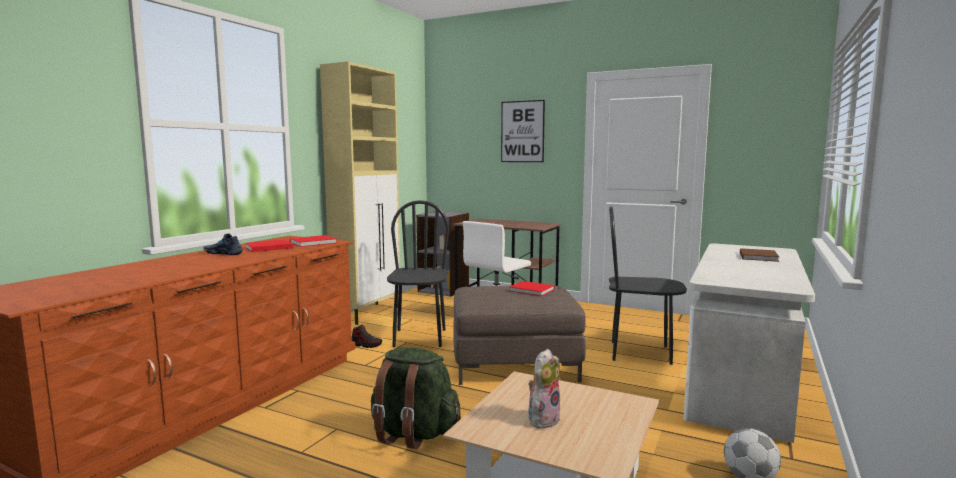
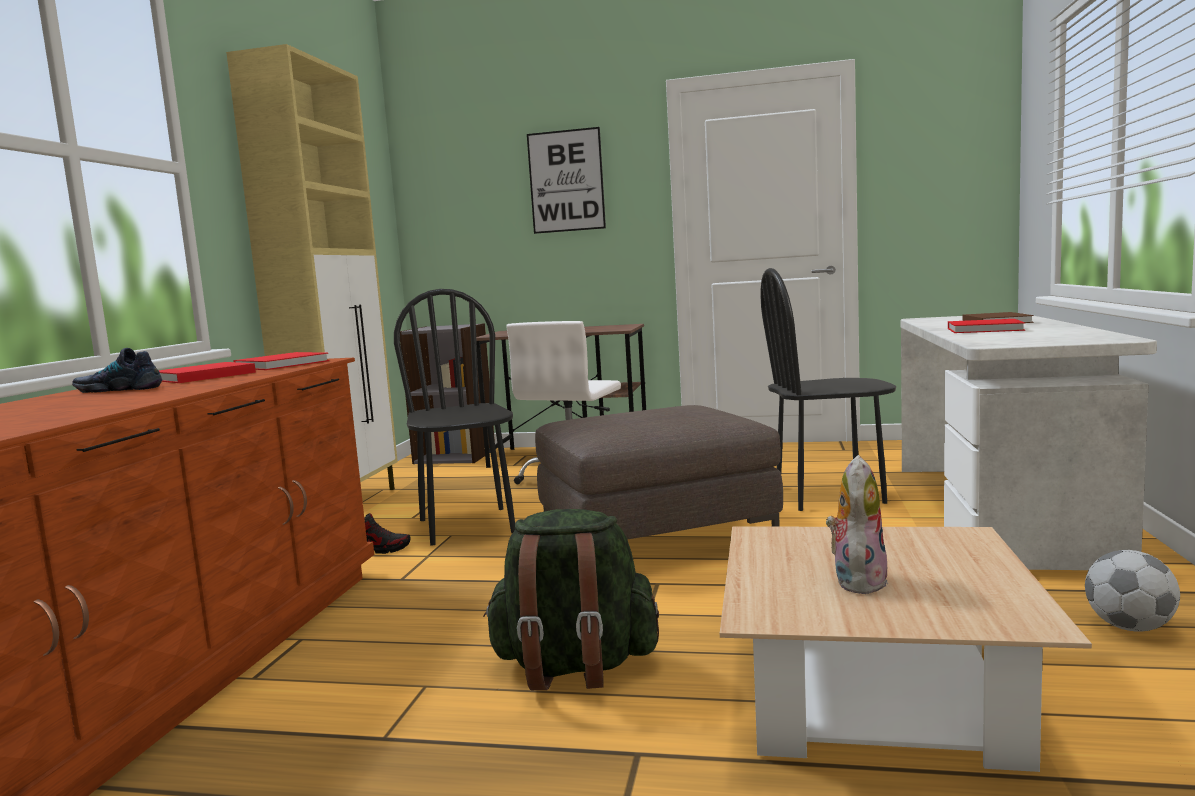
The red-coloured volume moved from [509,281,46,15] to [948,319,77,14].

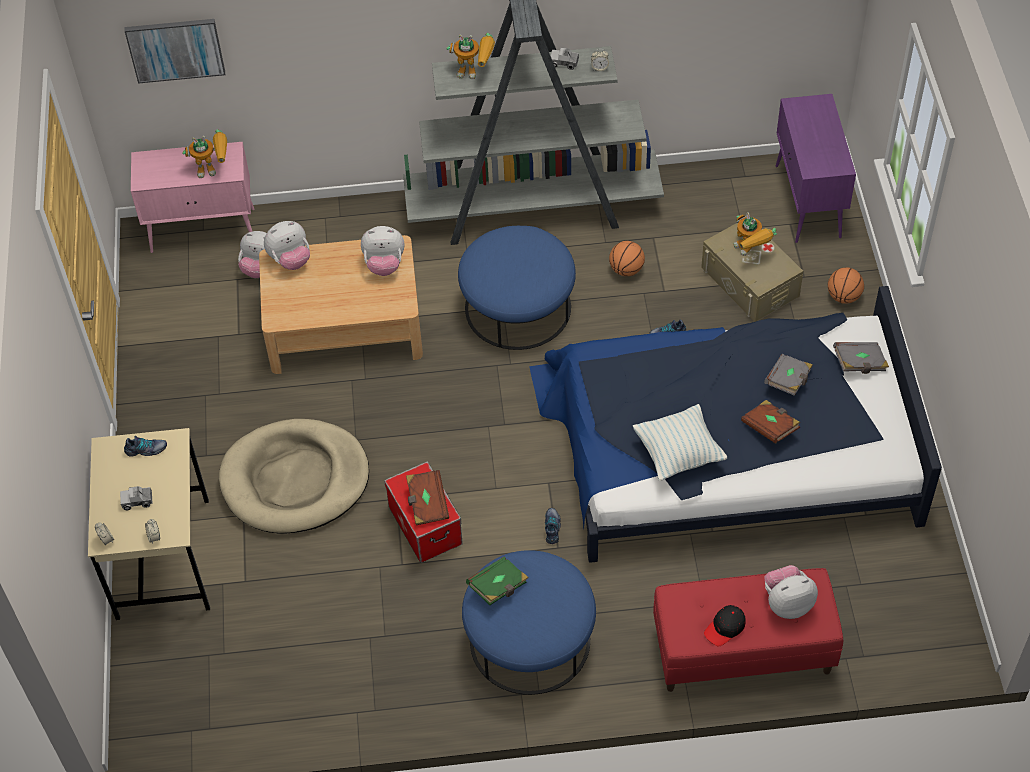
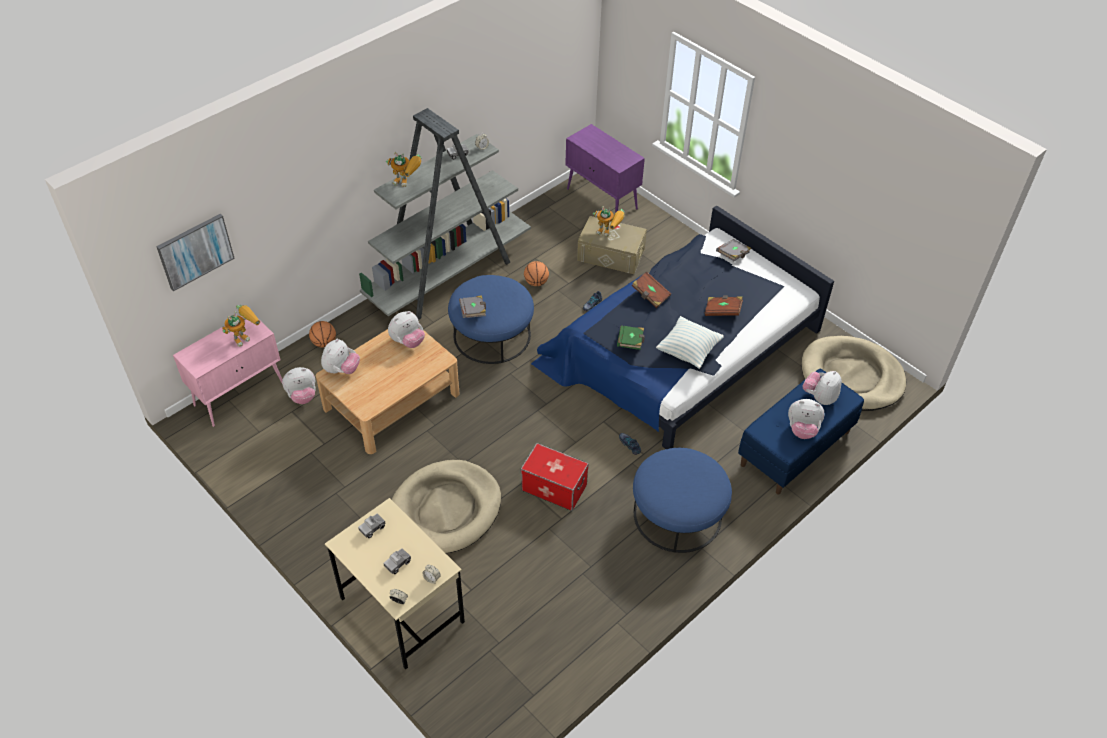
The beige-coloured dog cushion at [801,336,105,75] appeared.
The brown volume moved from [406,470,43,55] to [632,271,39,37].
The green volume moved from [466,557,63,48] to [617,326,28,24].
The greyish volume moved from [764,354,49,42] to [459,295,27,23].
The ball for basketball moved from [828,268,36,36] to [309,321,27,27].
The shoe at [124,436,43,21] was replaced by the toy truck at [358,514,28,24].
The blackish peaked cap at [704,605,42,41] was replaced by the plush toy at [788,399,37,40].
The red-coloured long seat at [653,568,190,124] became the bluish long seat at [738,369,126,125].
The toy robot at [446,33,49,46] turned 45 degrees clockwise.

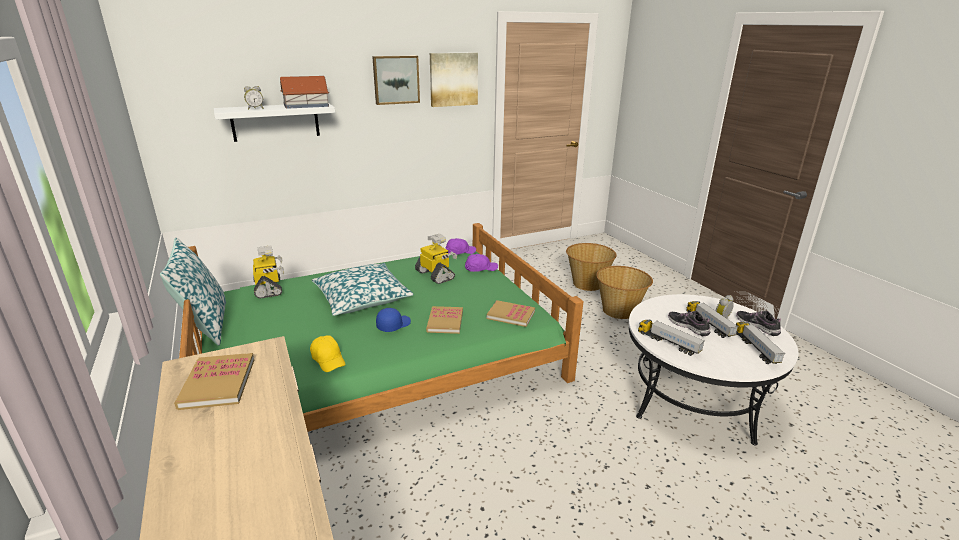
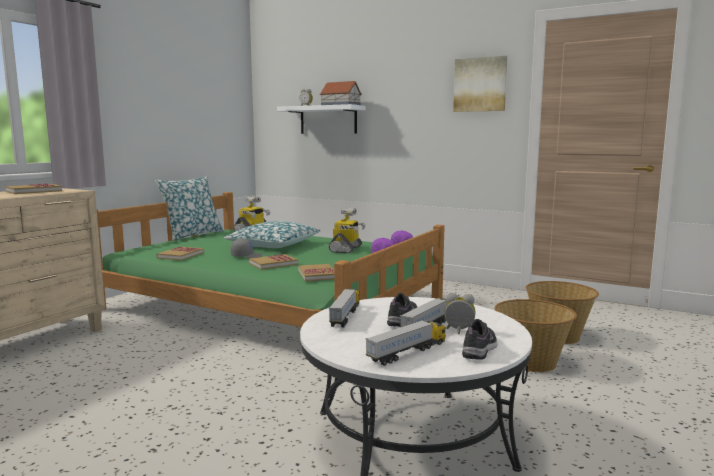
The wall art at [372,56,48,49] disappeared.
The yellow peaked cap at [310,335,36,37] was replaced by the volume at [157,247,47,13].
The bluish peaked cap at [376,308,35,24] became the greyish peaked cap at [231,238,32,20].

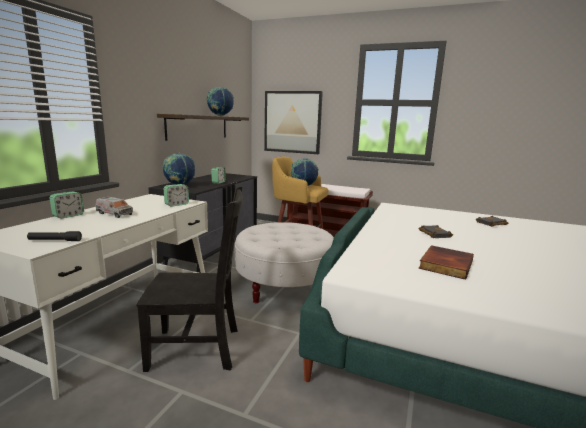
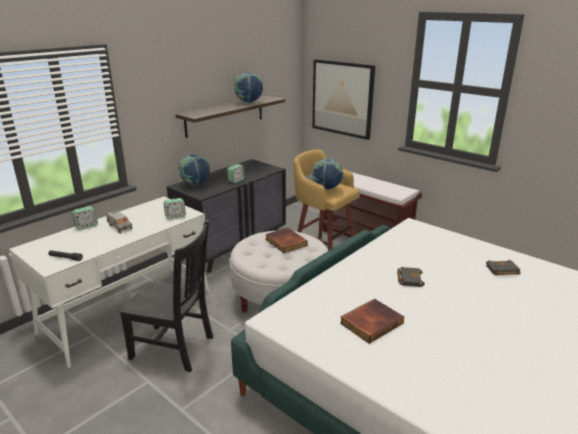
The volume at [265,228,42,25] appeared.

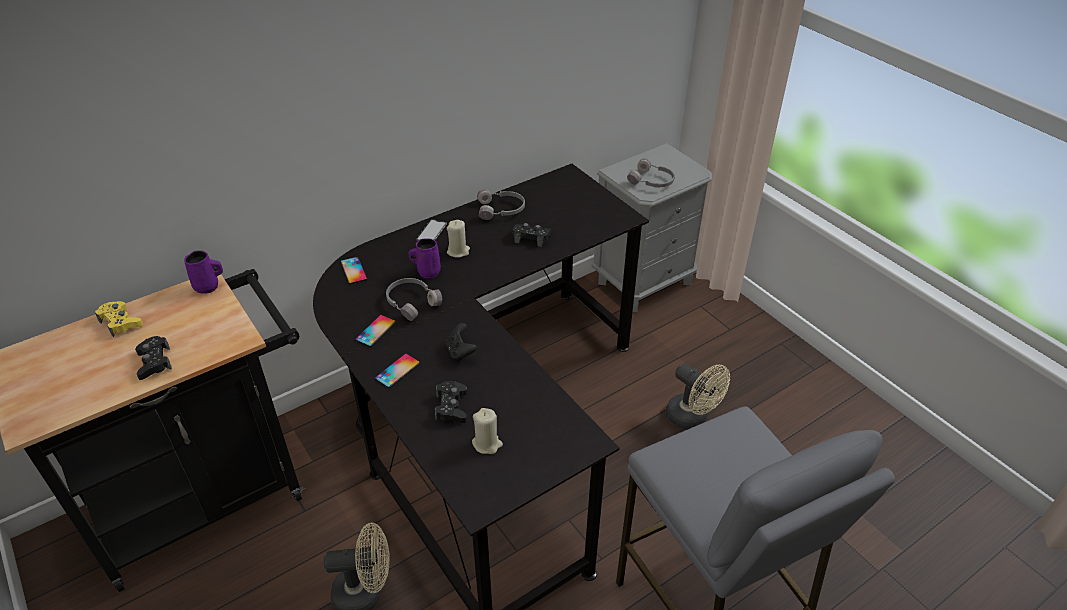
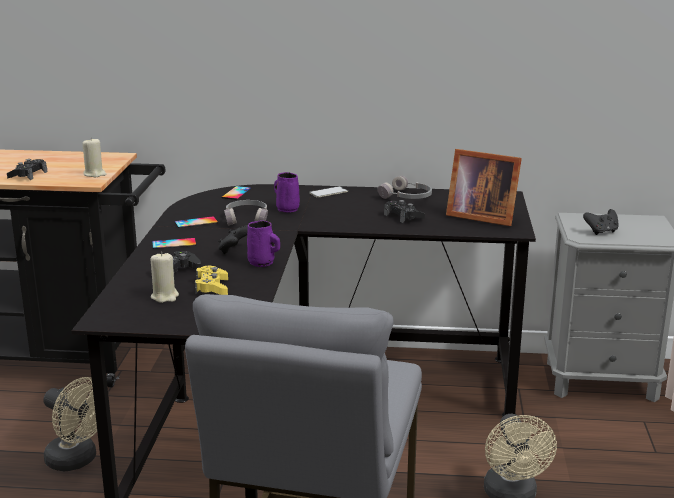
The photo frame at [446,149,76,77] appeared.
The yellow game controller moved from [95,301,48,36] to [195,266,33,29].
The purplish mug moved from [184,250,39,44] to [247,220,33,47].
The beige-coloured candle moved from [447,220,23,38] to [82,138,25,39].
The greyish headphones at [627,158,48,29] was replaced by the blackish game controller at [583,209,36,26].

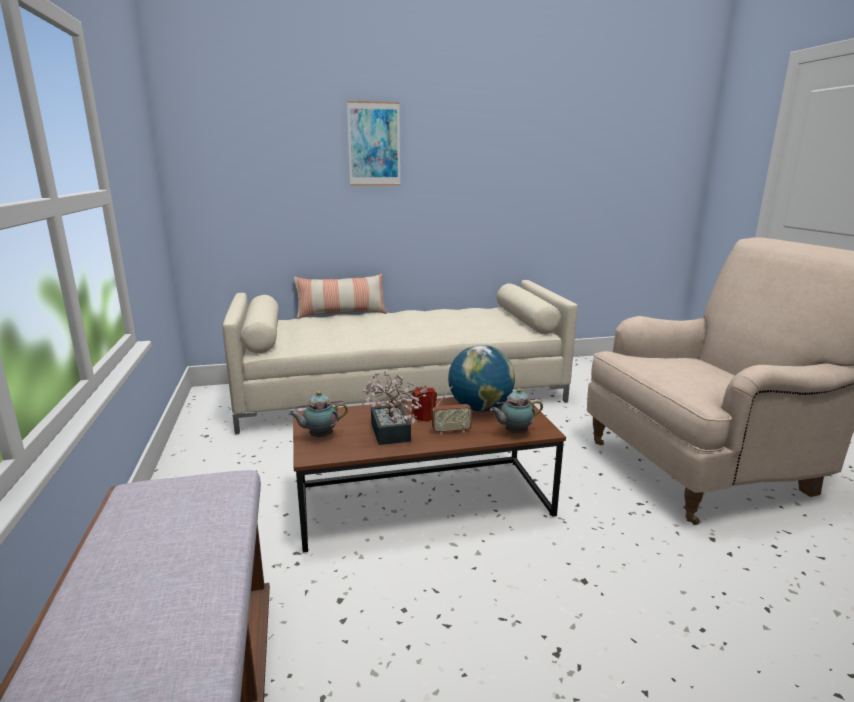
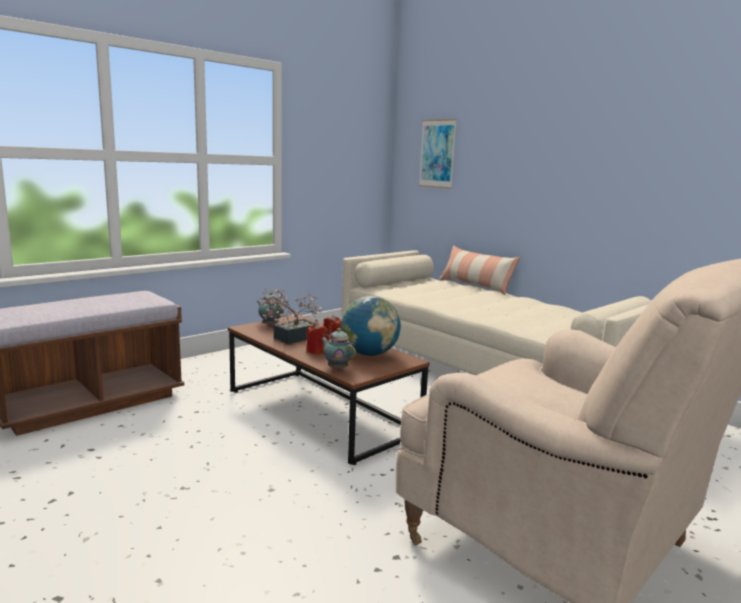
The wall art moved from [347,101,54,85] to [419,119,38,70].
The radio set at [432,386,40,48] was replaced by the red-coloured candle at [306,323,22,32].

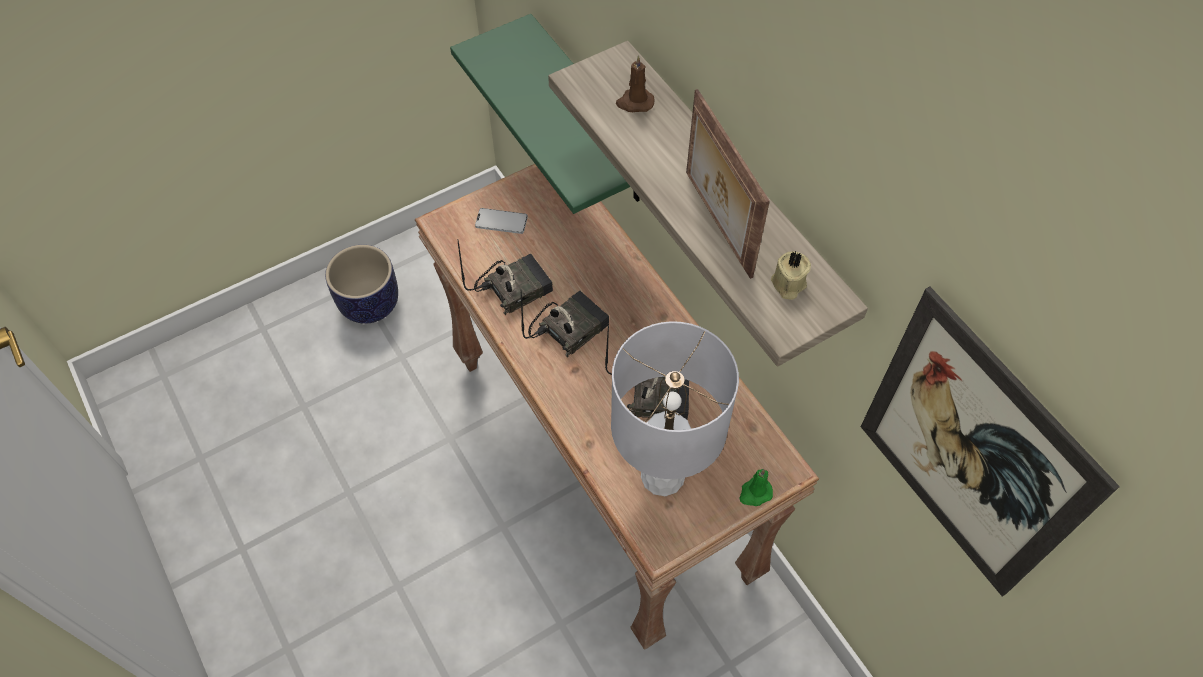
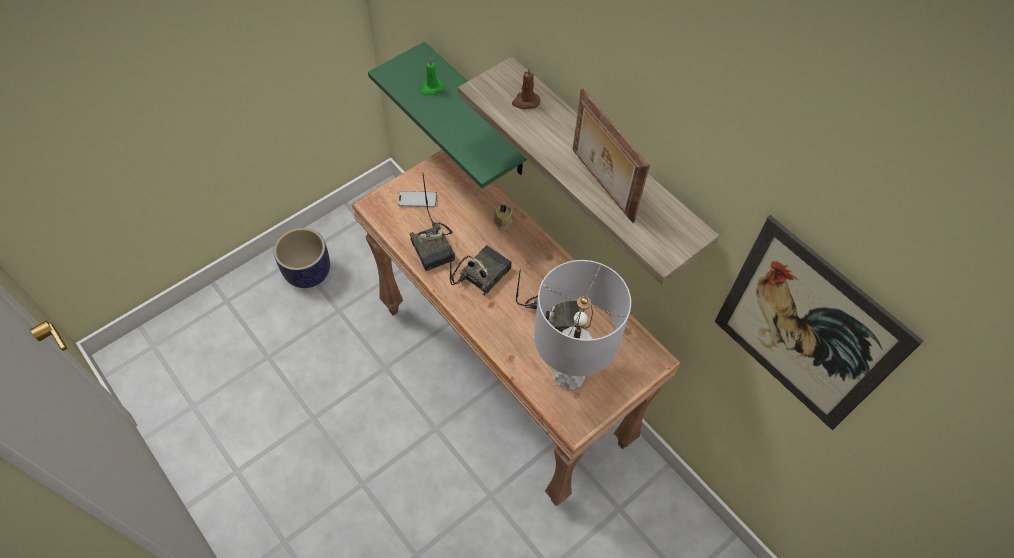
The green candle moved from [739,469,34,37] to [421,59,23,37].
The beige-coloured candle moved from [771,251,40,49] to [493,204,19,26].
The radio set at [457,239,96,76] turned 105 degrees clockwise.

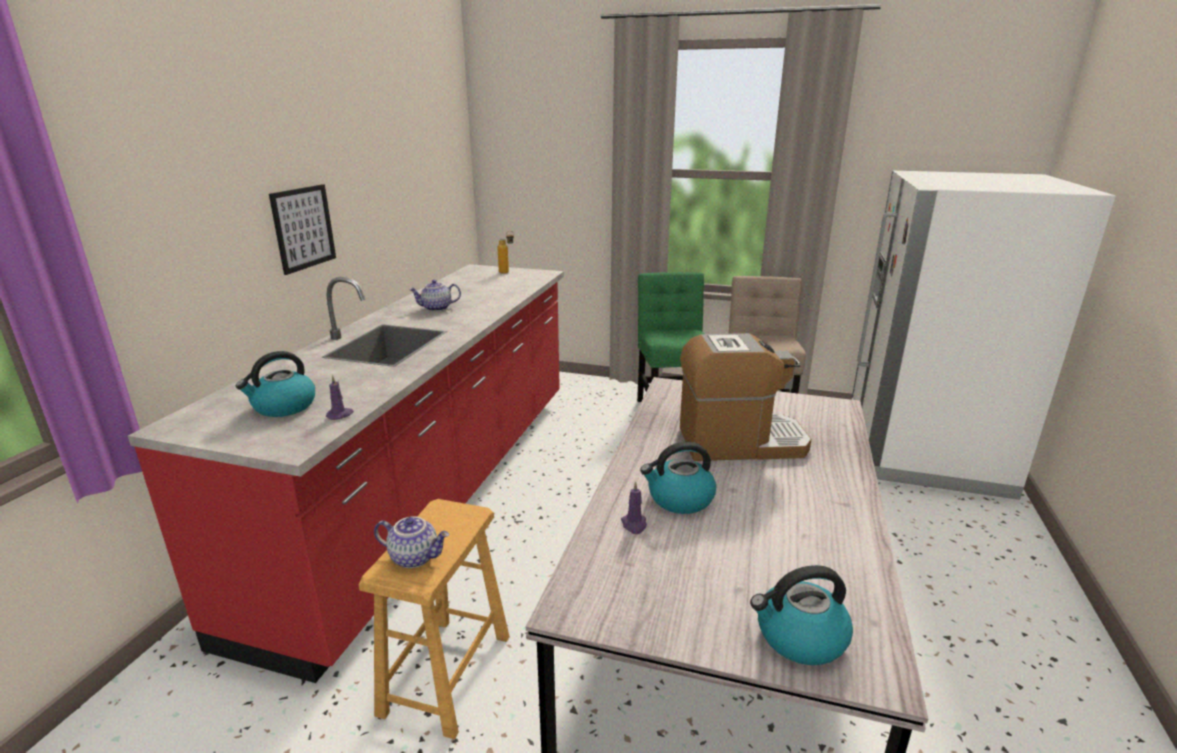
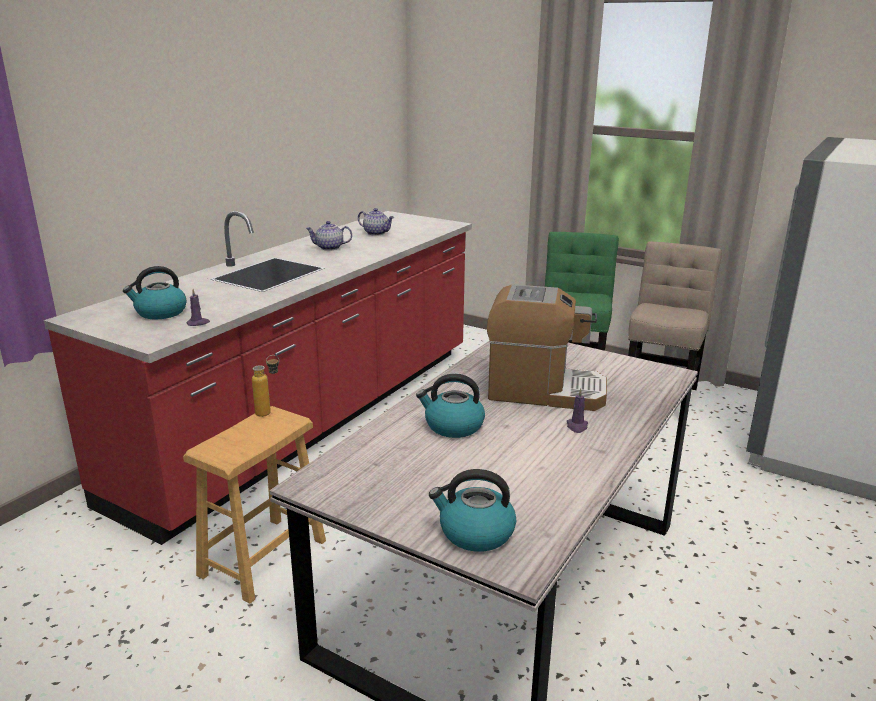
The wall art at [269,184,67,91] disappeared.
The pot for tea moved from [374,516,75,52] to [358,208,36,28].
The bottle moved from [498,231,16,43] to [252,355,27,62].
The purplish candle moved from [621,482,26,52] to [567,389,21,44].

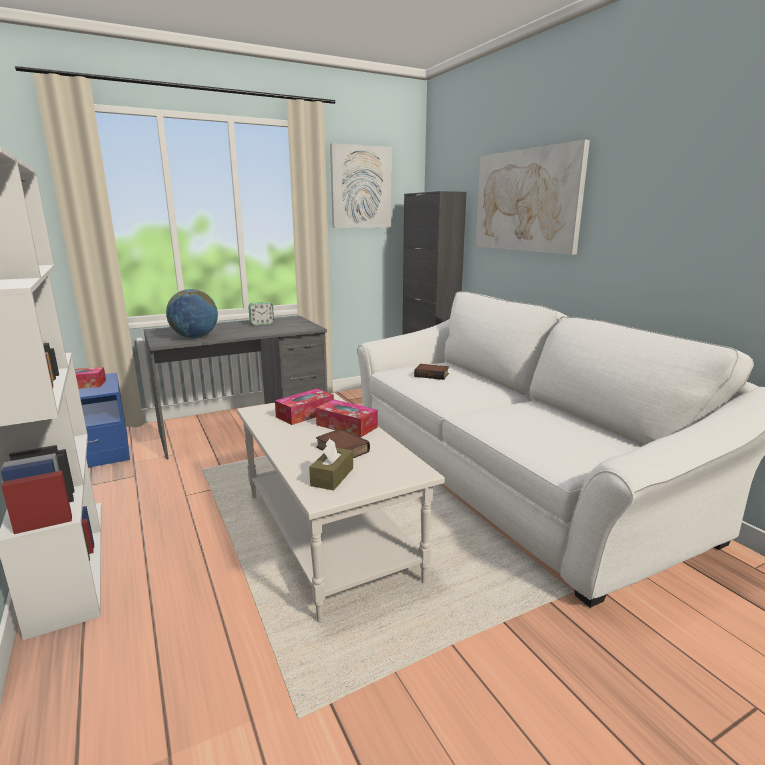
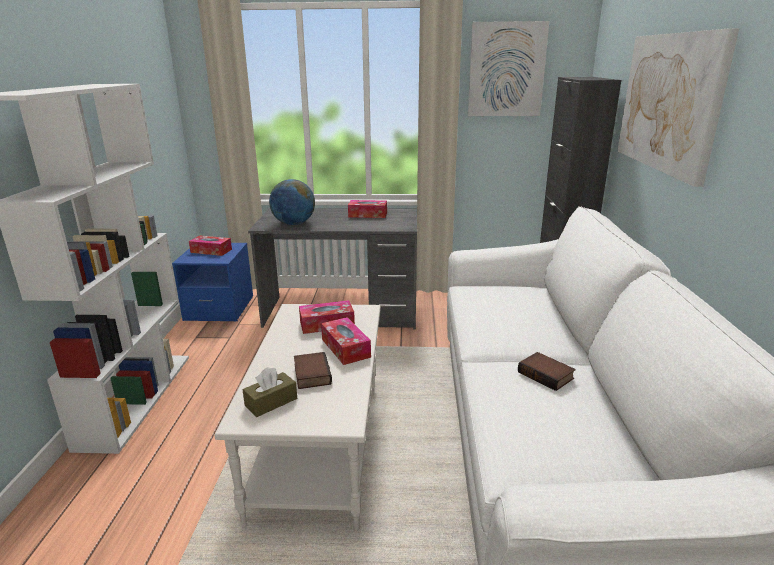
The volume moved from [414,364,35,16] to [518,352,58,39].
The table clock at [248,302,26,23] was replaced by the tissue holder at [348,200,39,18].

